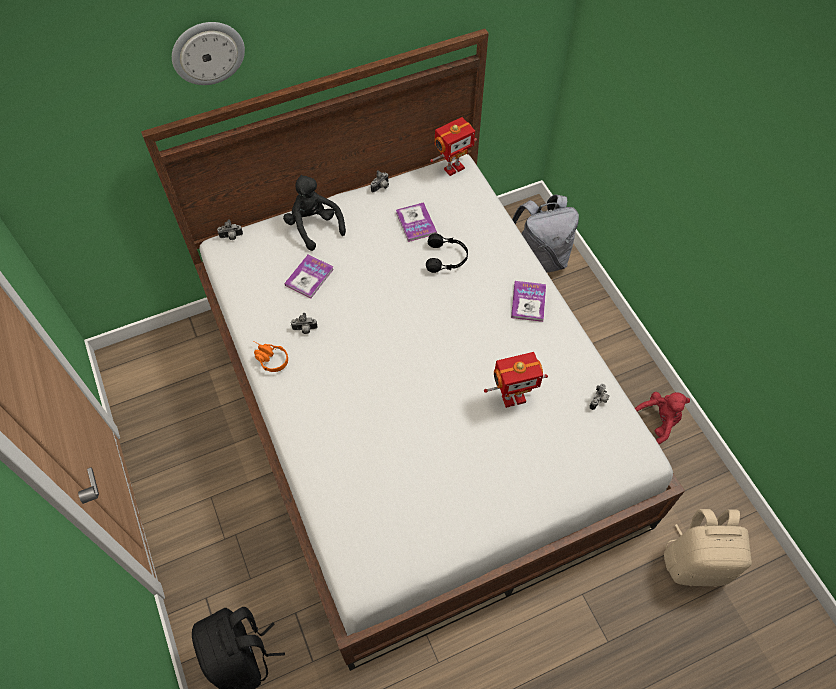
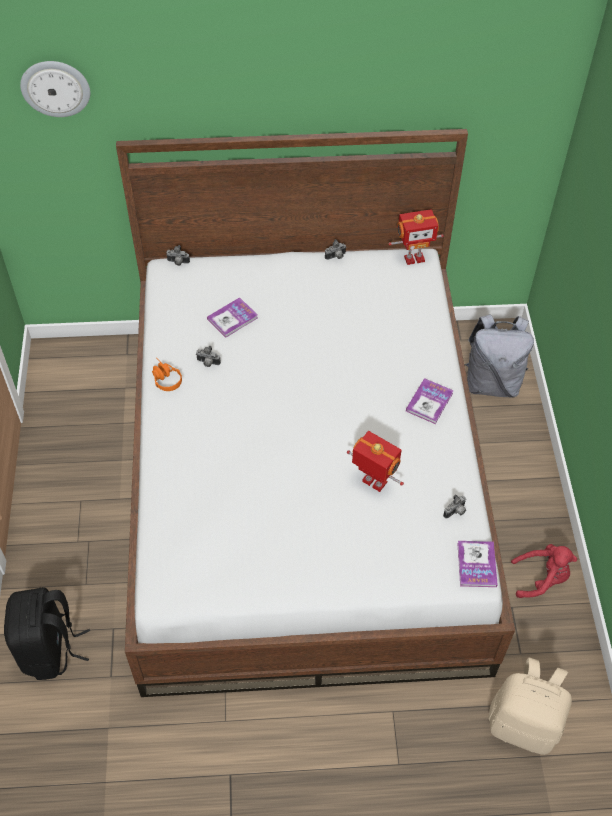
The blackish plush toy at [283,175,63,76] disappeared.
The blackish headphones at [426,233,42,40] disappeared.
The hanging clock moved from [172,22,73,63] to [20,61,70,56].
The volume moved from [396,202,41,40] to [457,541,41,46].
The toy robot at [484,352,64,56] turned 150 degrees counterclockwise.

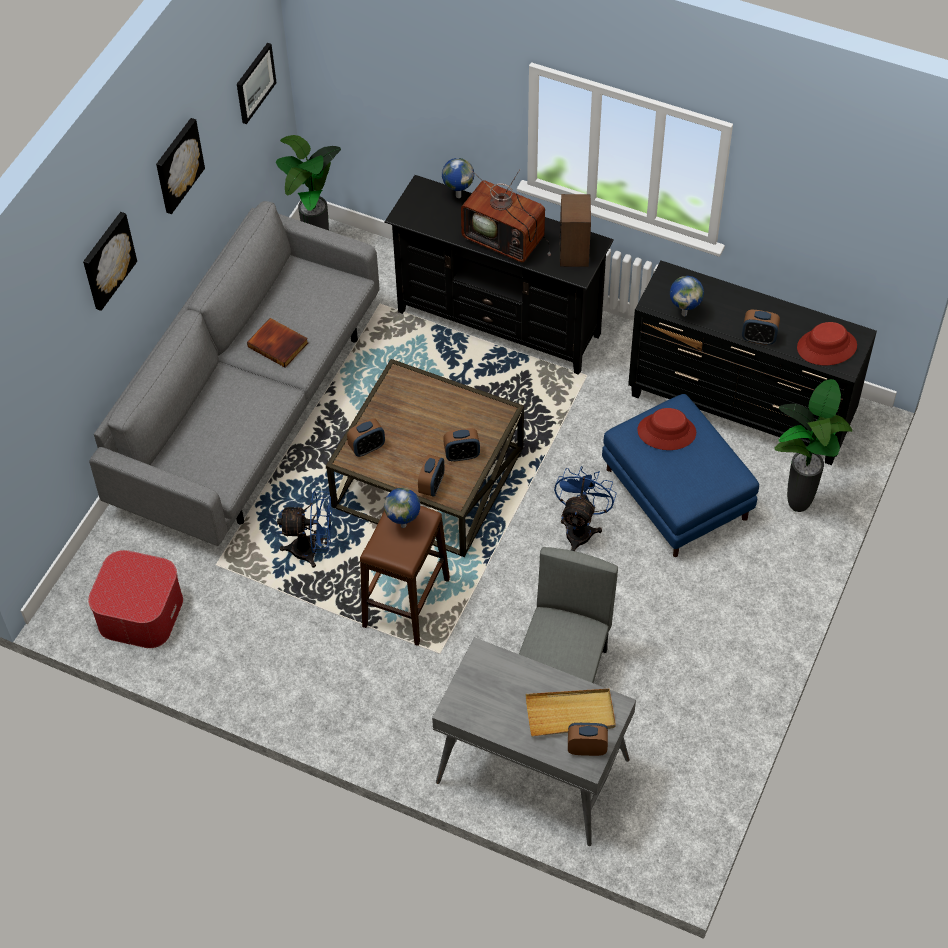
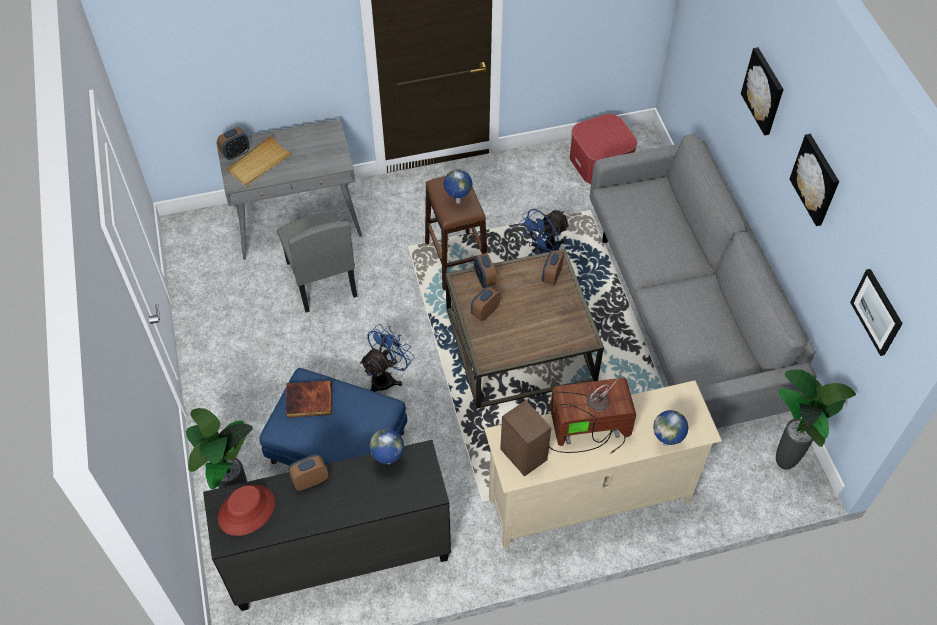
The red-coloured wearable hat at [637,408,59,42] disappeared.
The volume moved from [247,318,61,49] to [286,380,46,38].
The blackish media console at [384,175,230,200] became the beige-coloured media console at [484,380,238,168].
The bluish electric fan at [554,466,63,85] turned 120 degrees counterclockwise.

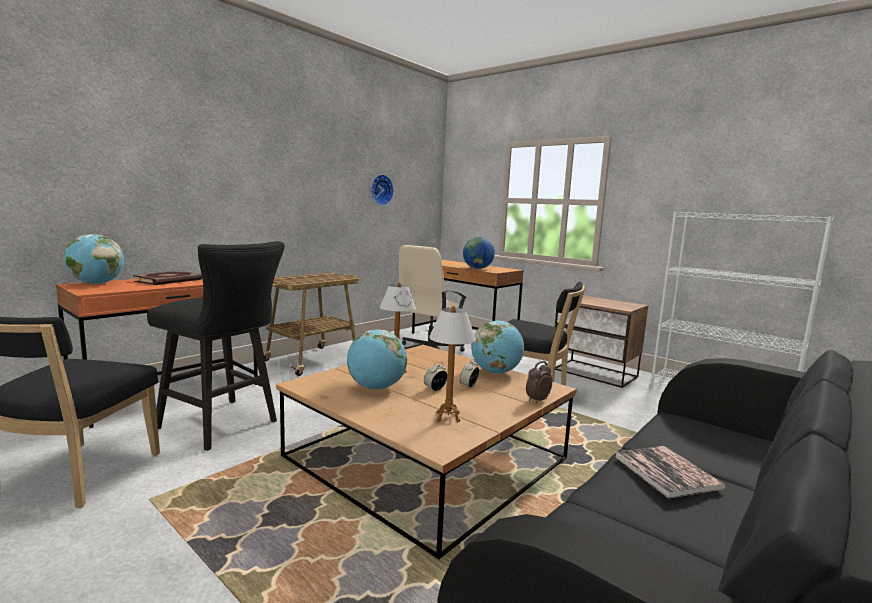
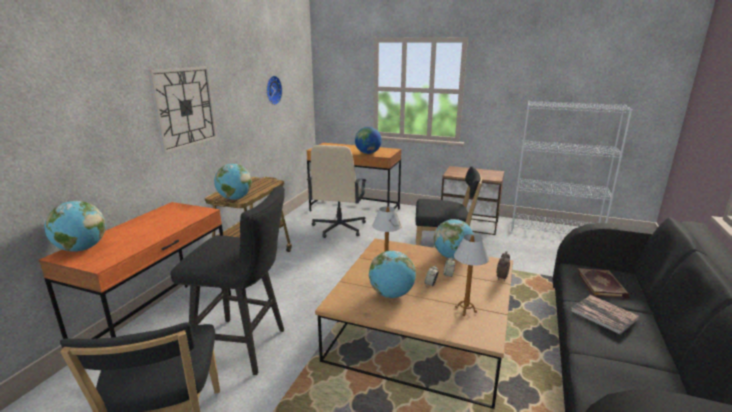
The hanging clock at [148,66,69,88] appeared.
The world globe at [214,164,38,36] appeared.
The volume moved from [133,271,69,14] to [577,268,53,31].

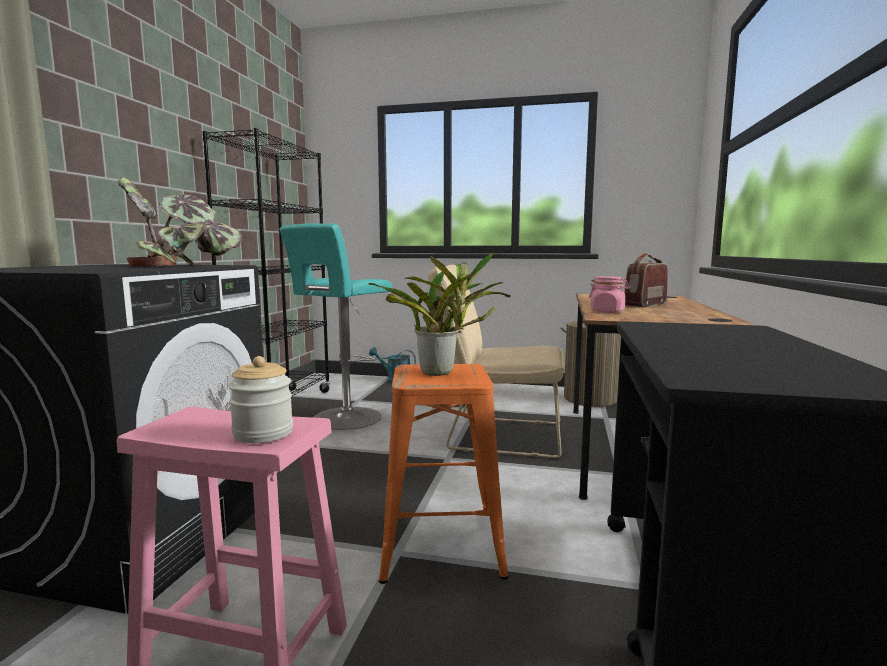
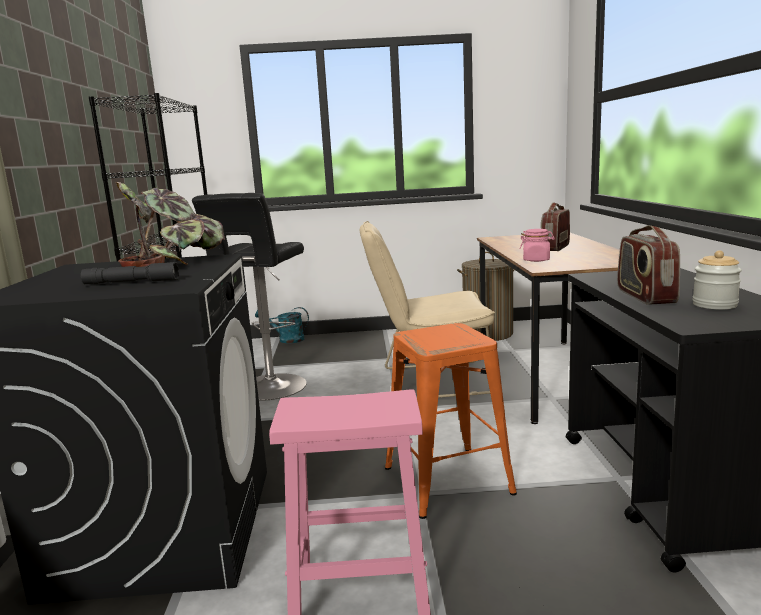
The potted plant at [369,252,142,124] disappeared.
The greyish flashlight at [81,262,98,22] appeared.
The radio set at [617,225,63,80] appeared.
The storage jar moved from [228,356,65,87] to [692,250,50,59].
The blue-green sitting stool at [279,223,113,207] became the blackish sitting stool at [192,193,114,208].

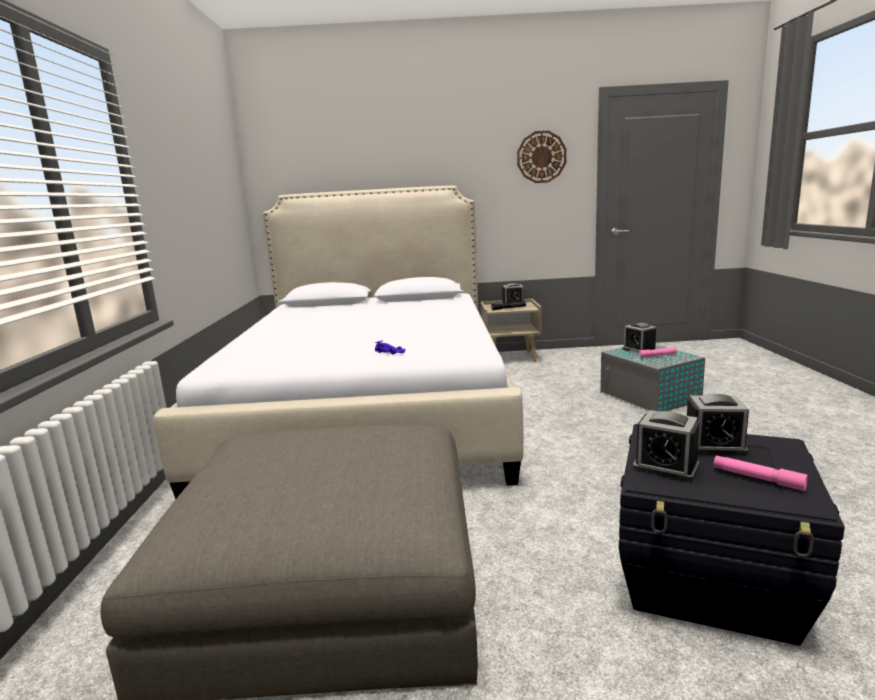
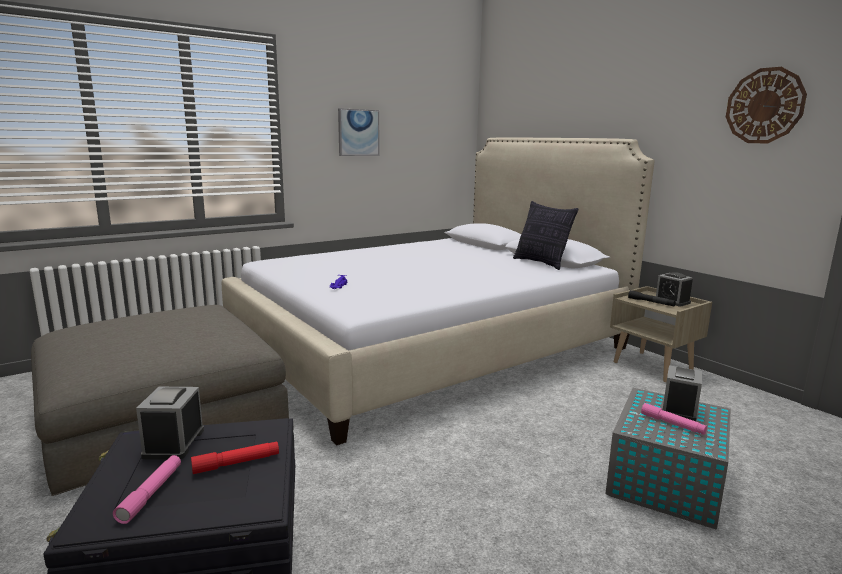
The wall art at [338,108,42,48] appeared.
The pillow at [513,201,65,69] appeared.
The table clock at [687,394,62,61] was replaced by the red-coloured flashlight at [191,442,88,32].

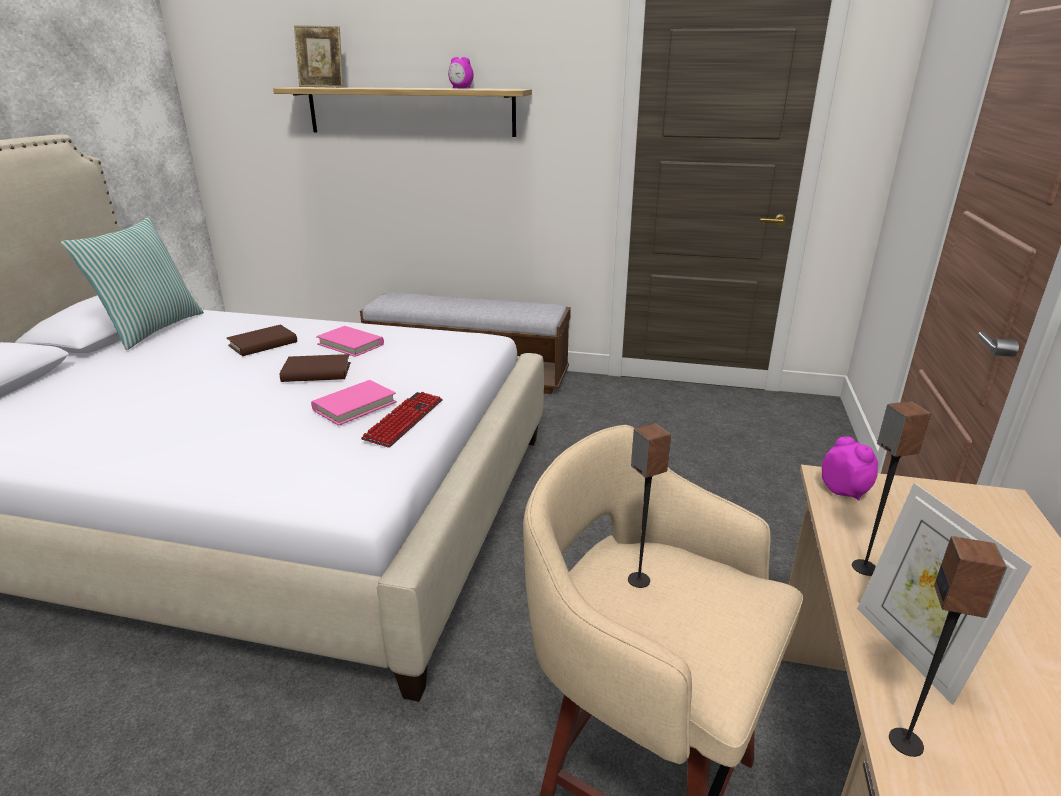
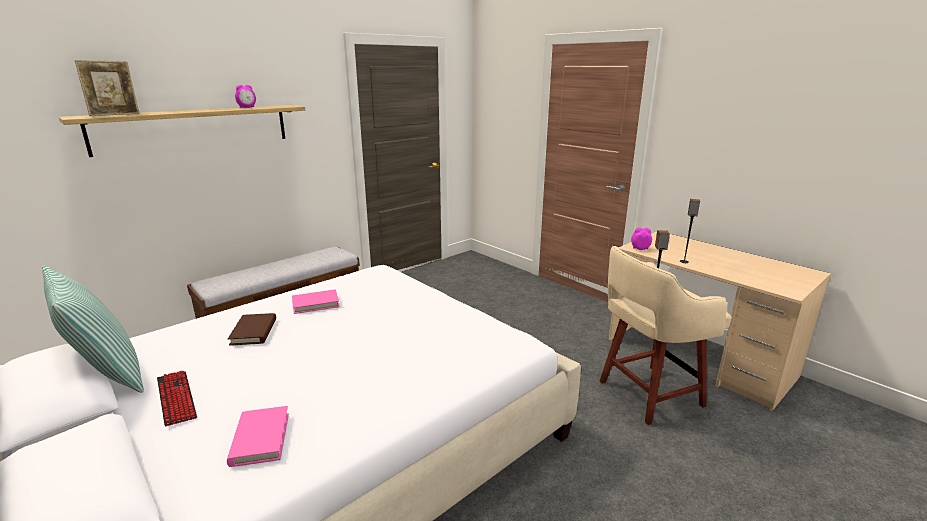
The brown volume at [279,354,71,28] disappeared.
The photo frame at [857,483,175,222] disappeared.
The speaker at [889,536,118,221] disappeared.
The pink-coloured volume moved from [311,380,86,46] to [227,406,62,61].
The keyboard moved from [361,392,82,56] to [157,371,40,55].

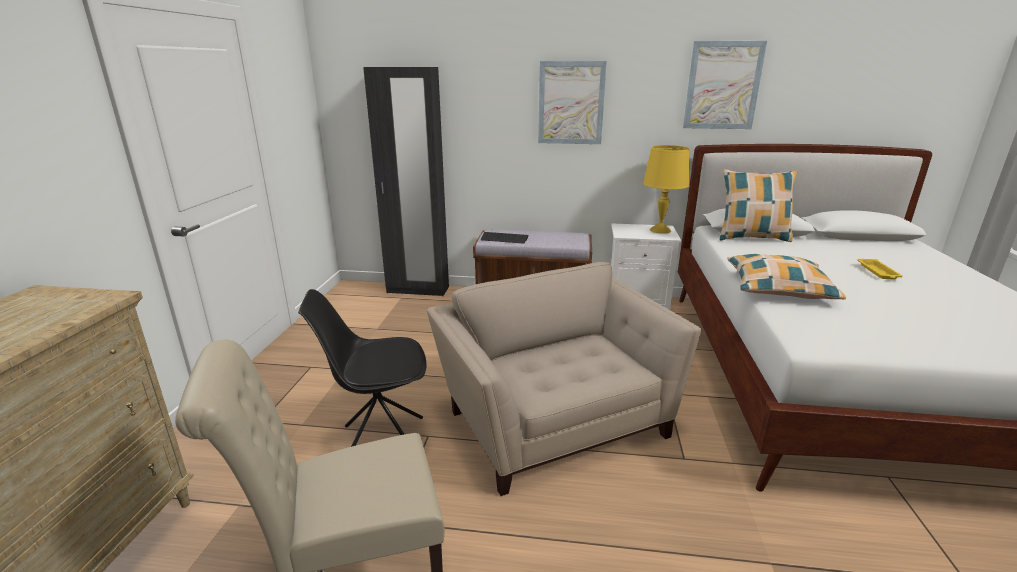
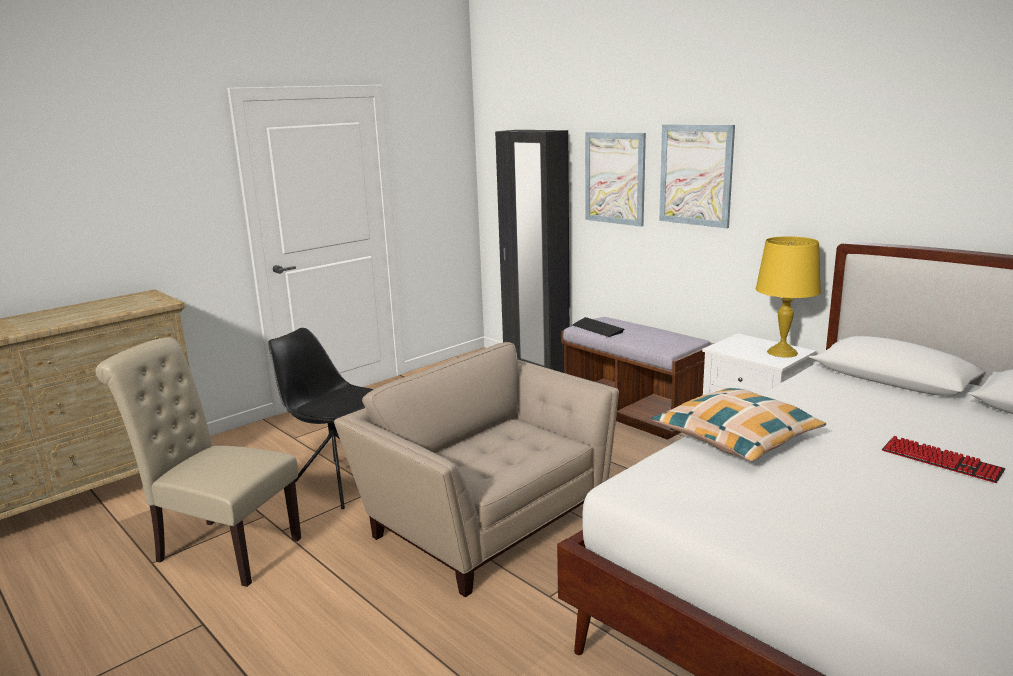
The pillow at [719,169,78,73] disappeared.
The wall art moved from [683,41,84,88] to [585,132,61,95].
The yellow tray at [857,259,46,20] was replaced by the keyboard at [882,436,123,47].
The beige-coloured easy chair at [427,262,274,234] turned 60 degrees counterclockwise.

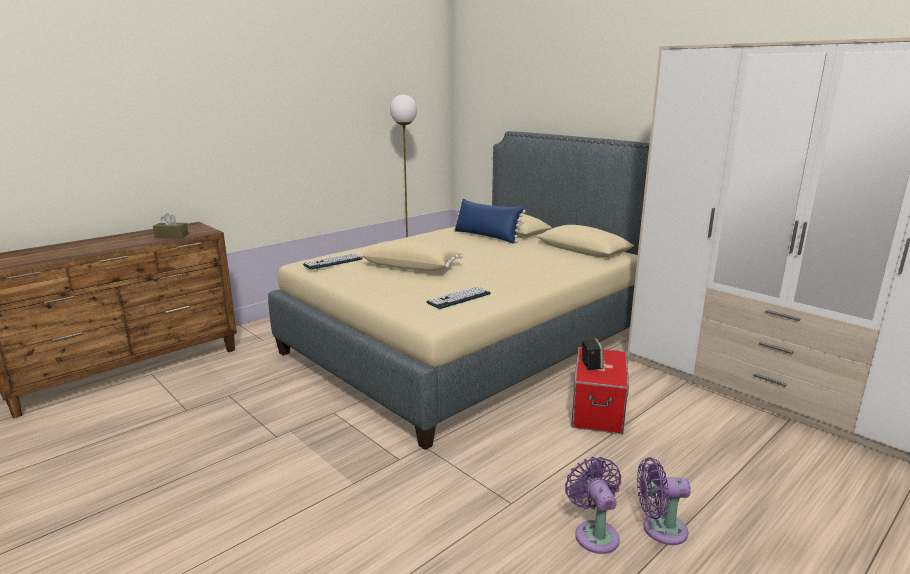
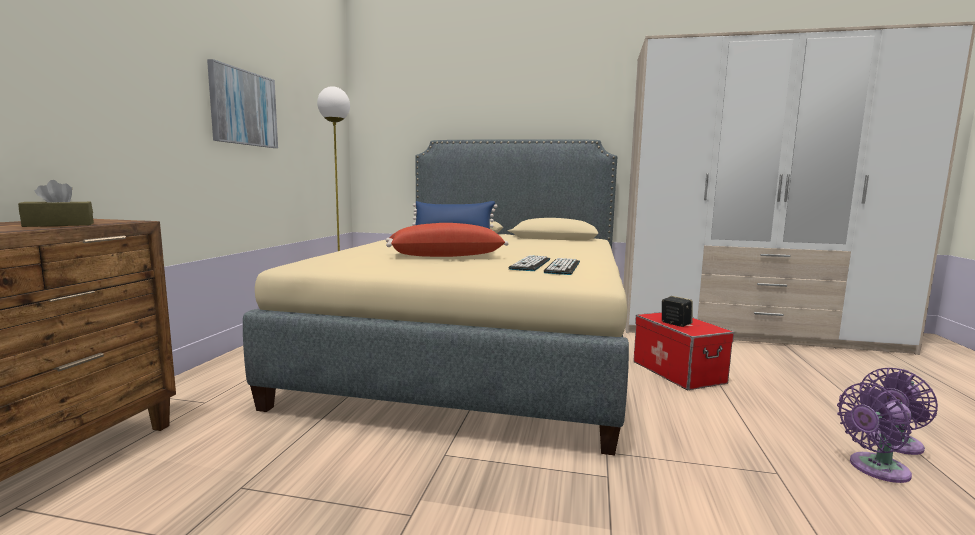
The wall art at [207,59,71,89] appeared.
The keyboard moved from [303,254,60,16] to [508,255,42,16].
The beige-coloured pillow at [360,241,103,30] became the red-coloured pillow at [386,223,123,34].
The purplish electric fan at [565,457,56,97] turned 60 degrees counterclockwise.

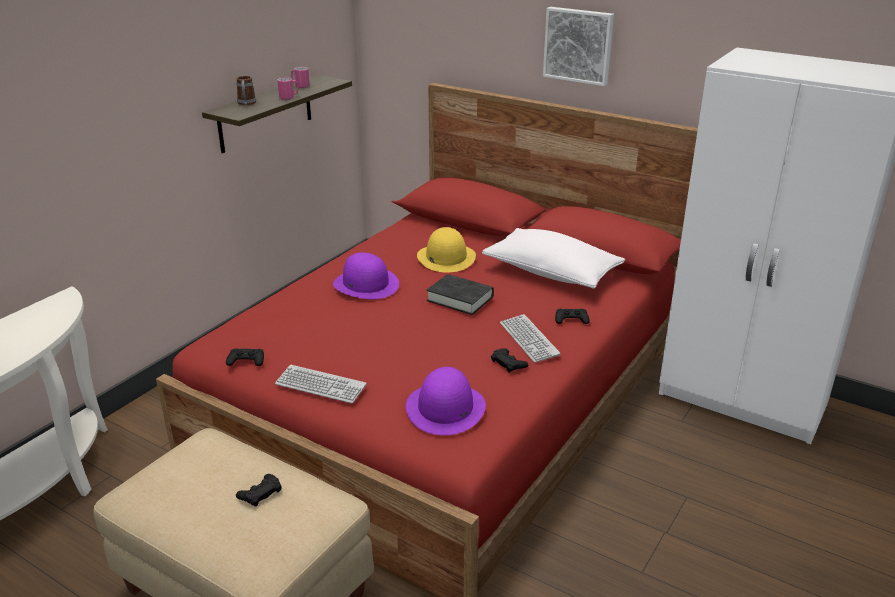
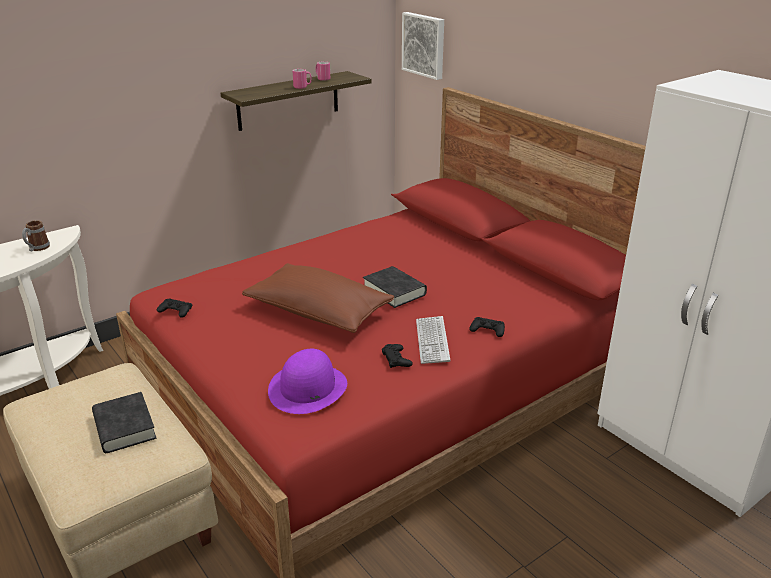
The keyboard at [275,365,92,39] disappeared.
The purplish wearable hat at [333,253,66,46] disappeared.
The yellow wearable hat at [417,227,59,45] disappeared.
The white pillow at [482,228,143,61] disappeared.
The brown pillow at [242,263,152,70] appeared.
The mug moved from [236,76,20,29] to [22,220,28,31].
The wall art moved from [543,7,71,79] to [402,12,42,68].
The blackish game controller at [236,474,46,33] was replaced by the blackish volume at [92,392,64,61].

